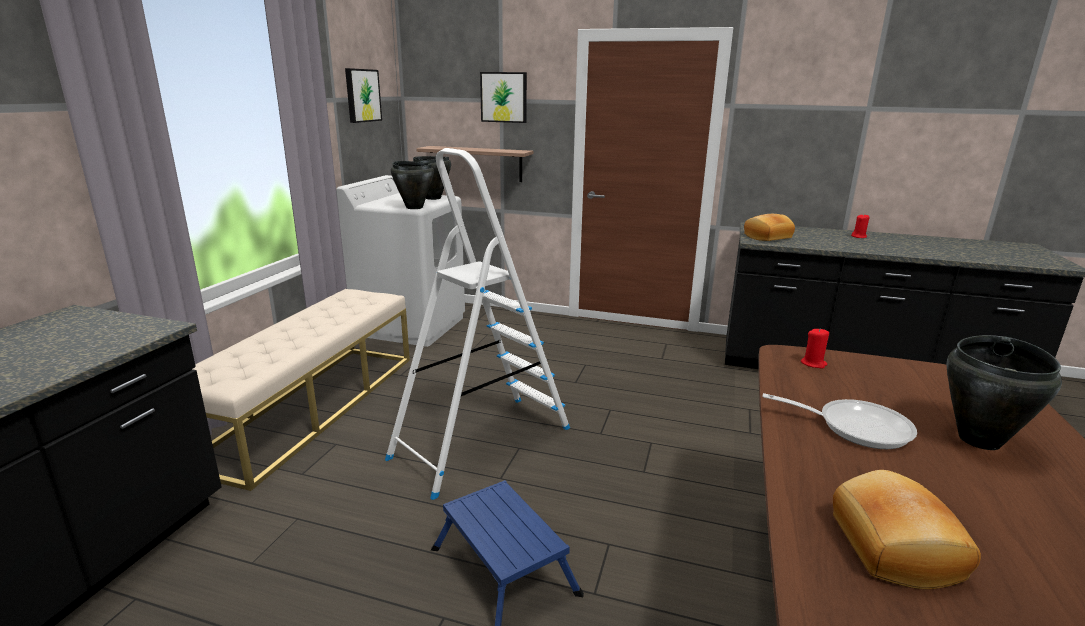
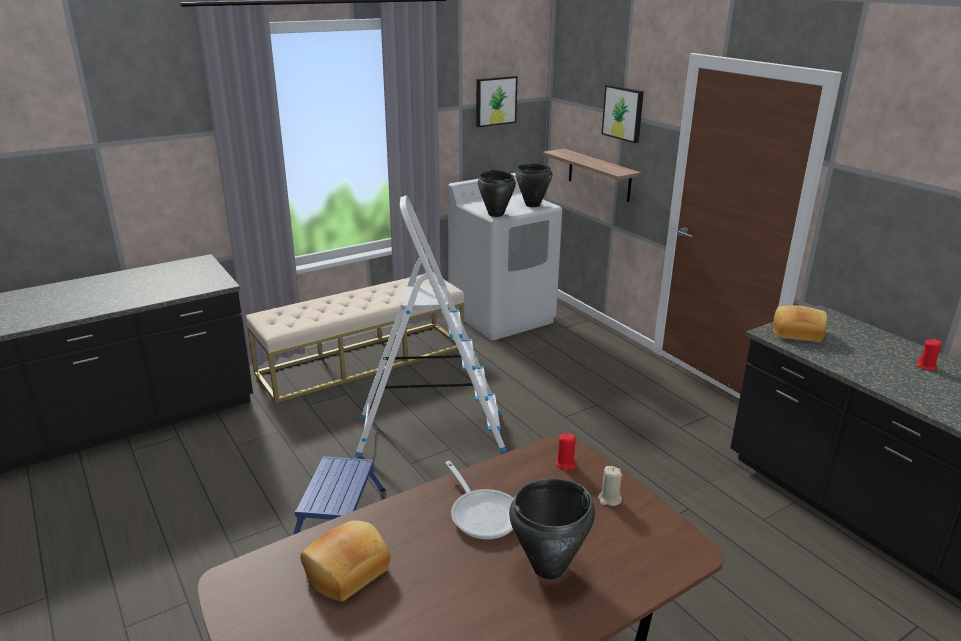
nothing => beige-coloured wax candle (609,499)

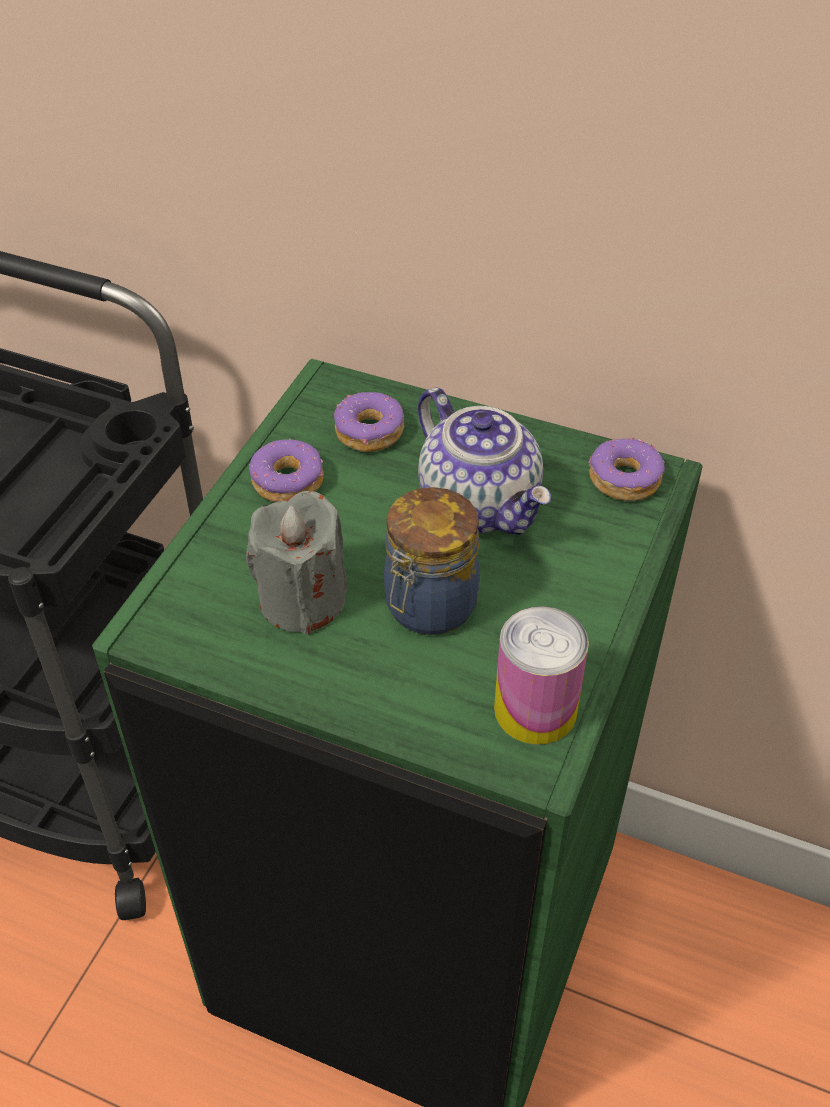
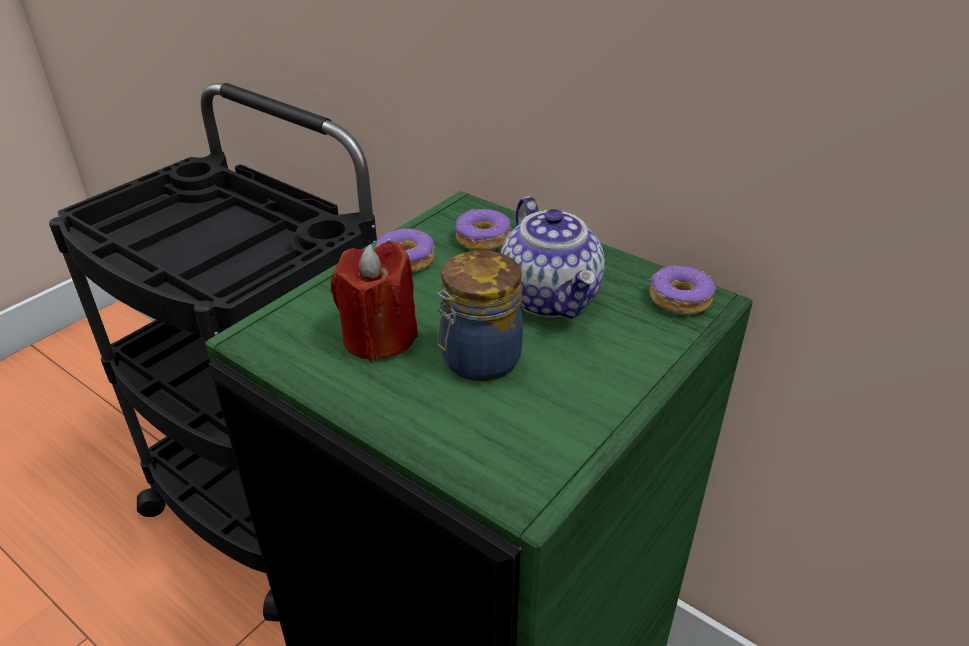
greyish wax candle (302,599) => reddish wax candle (379,338)
can (535,709) => nothing

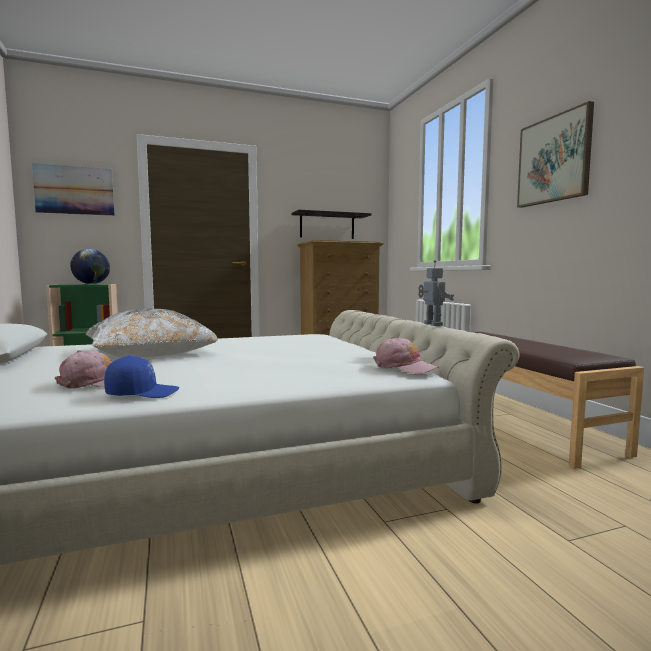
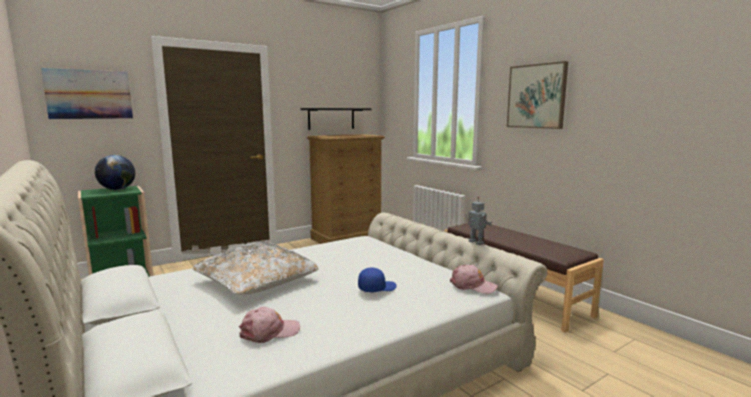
blue-coloured baseball cap (142,393) => blue-coloured baseball cap (376,288), move

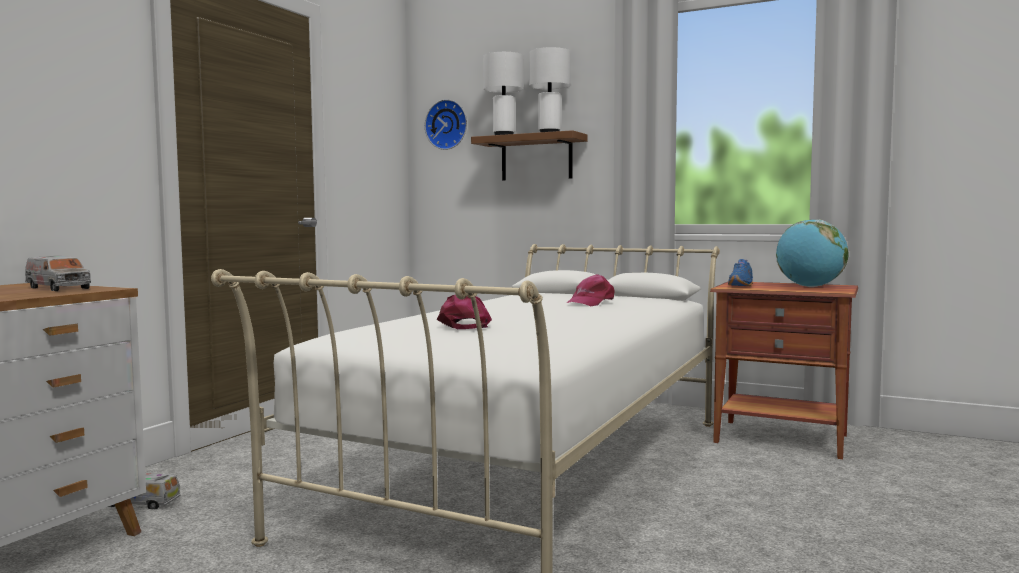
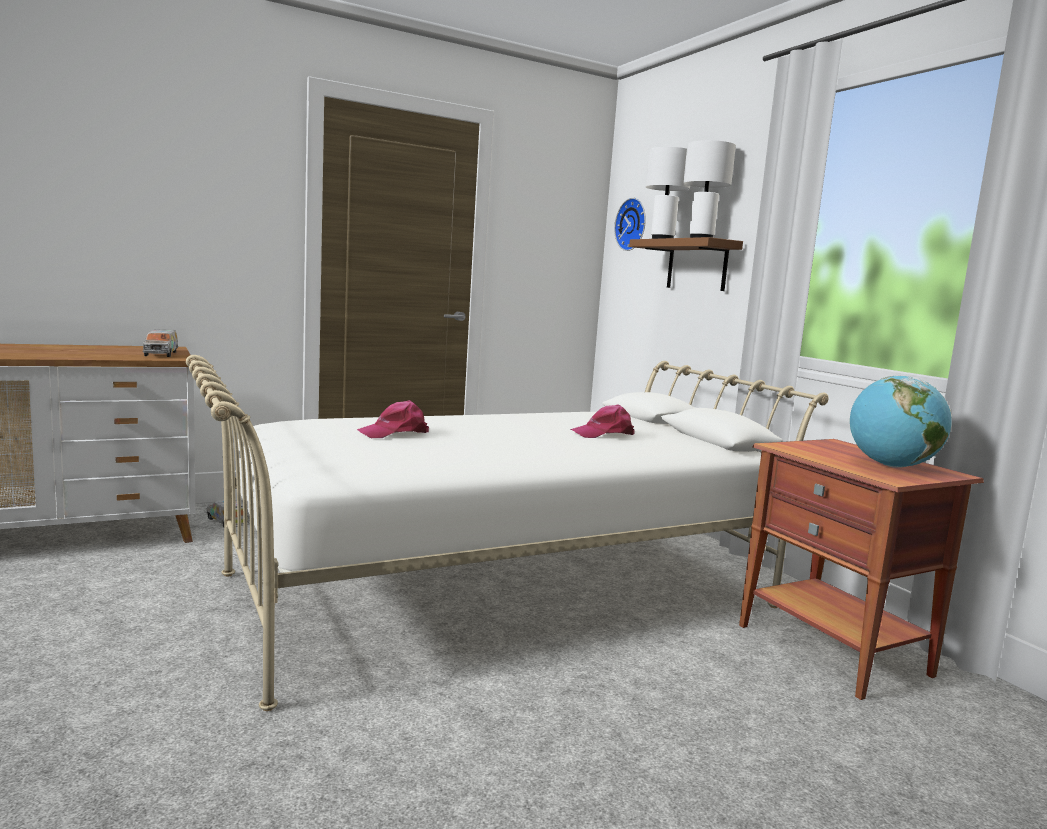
pinkish baseball cap (465,325) => pinkish baseball cap (395,433), 150 degrees counterclockwise
blue-coloured shoe (742,285) => nothing

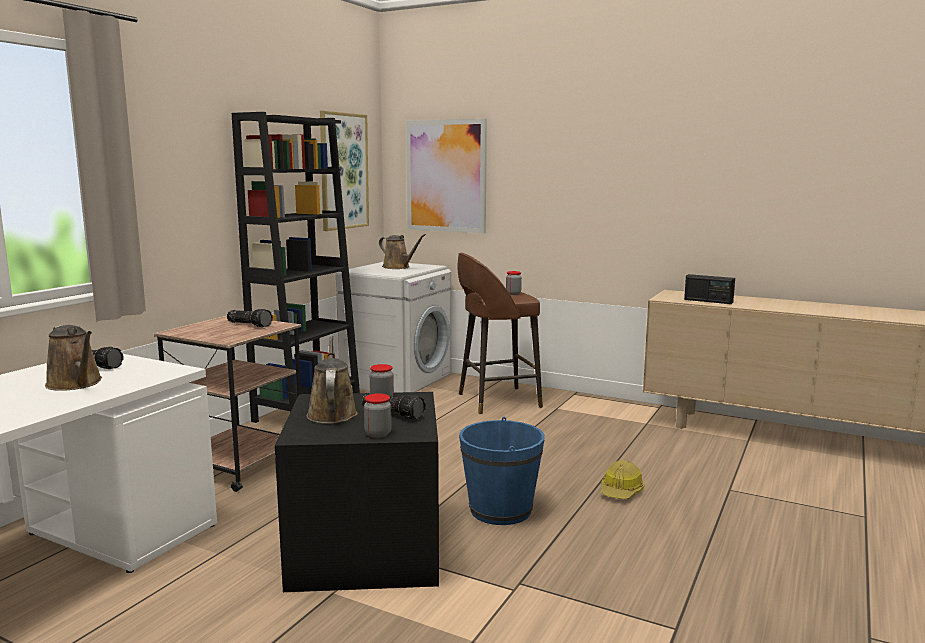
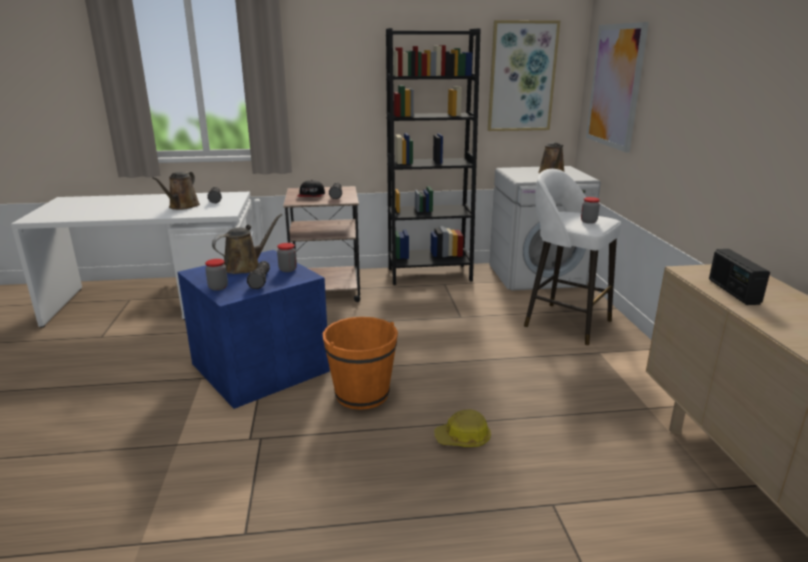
black-coloured storage bin (363,550) => blue-coloured storage bin (257,367)
brown-coloured stool seat (496,401) => white stool seat (565,322)
blue-coloured bucket (500,510) => orangey bucket (362,394)
nothing => baseball cap (311,196)

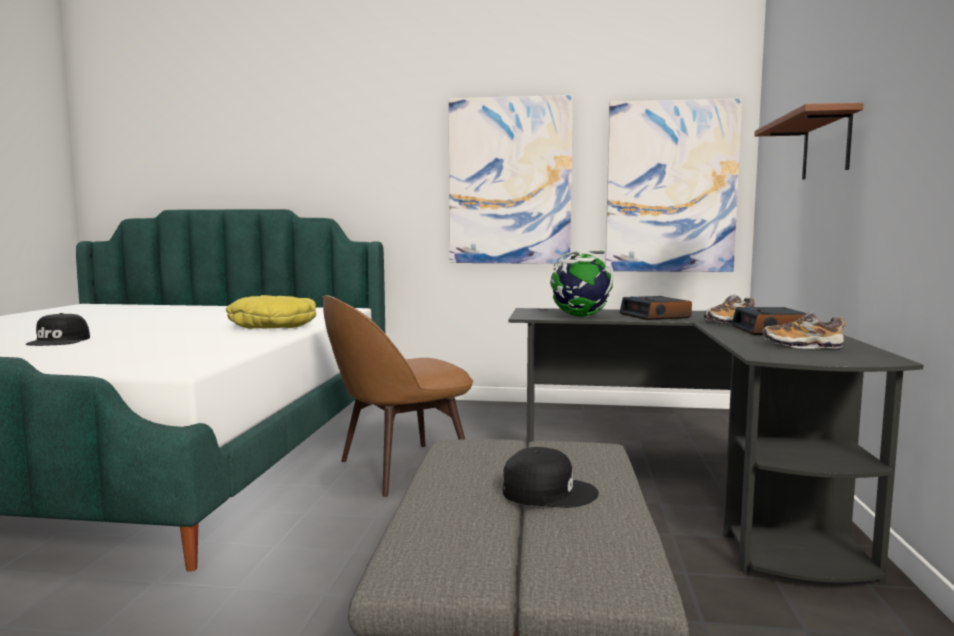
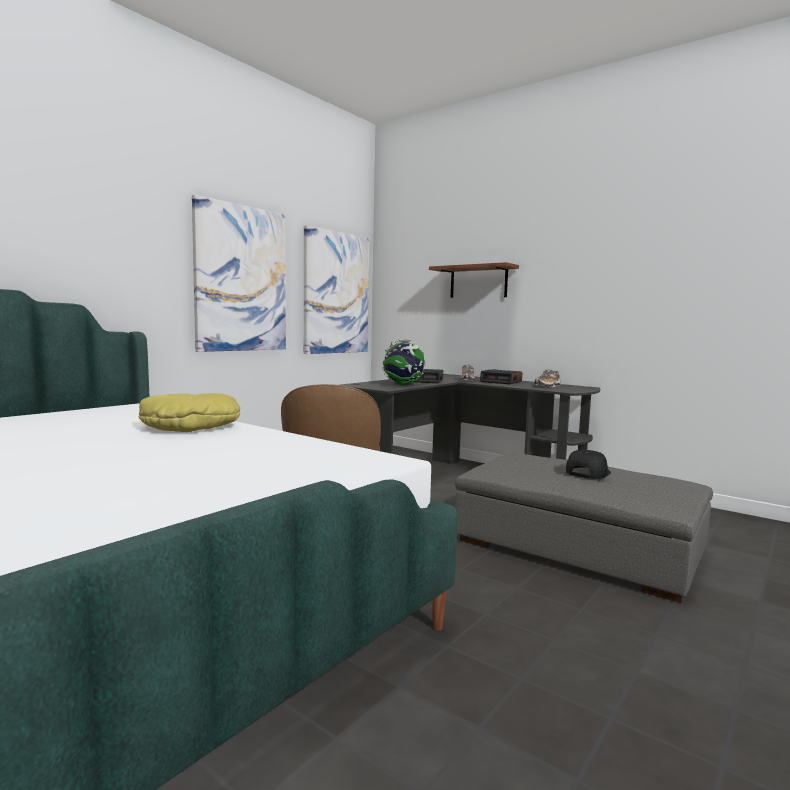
black-coloured baseball cap (60,341) => nothing

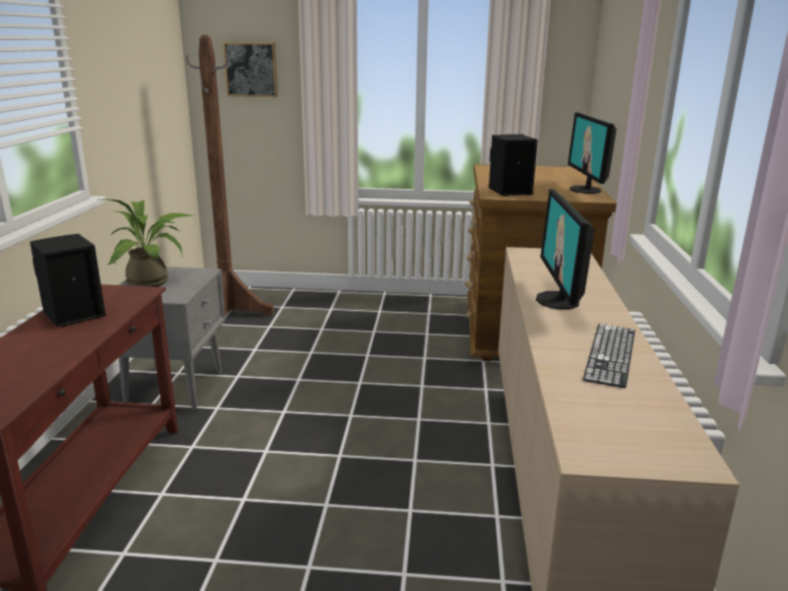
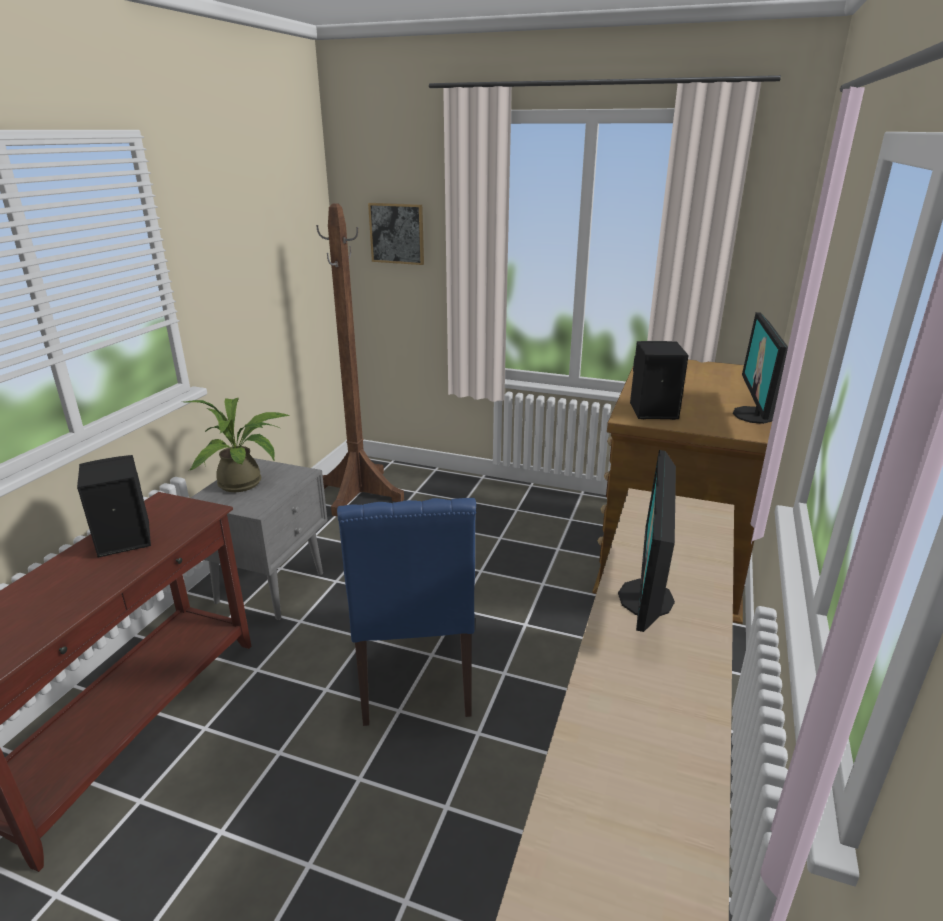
keyboard (610,354) => nothing
nothing => blue-coloured chair (414,669)

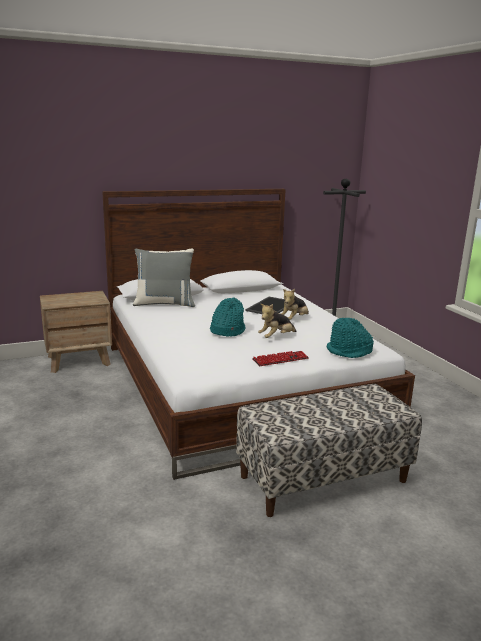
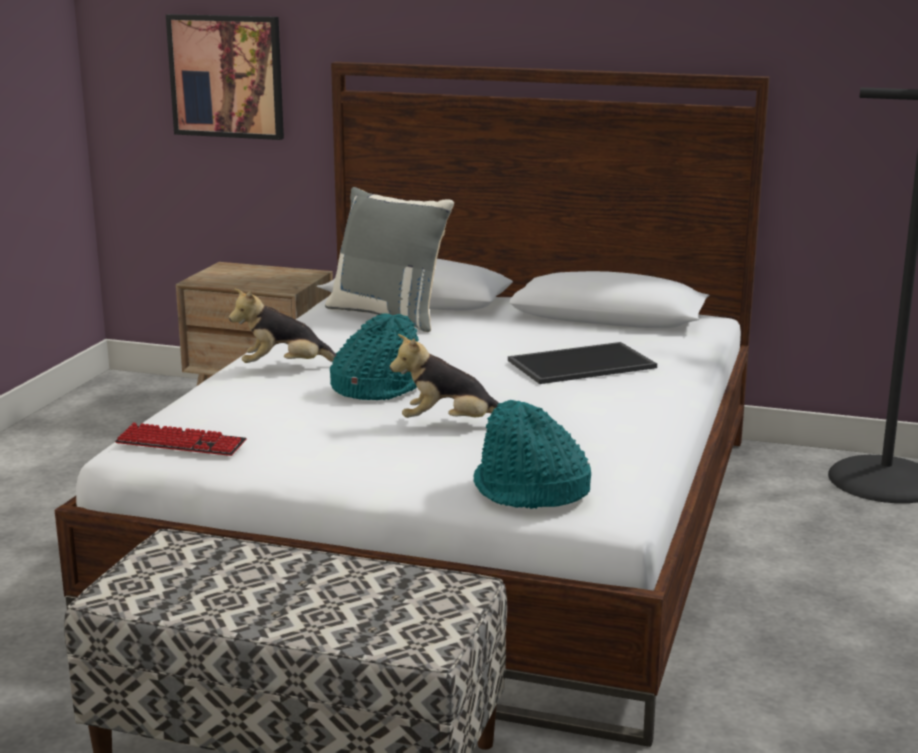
keyboard (280,359) => keyboard (181,443), move
soft toy (294,319) => soft toy (285,368), move
nothing => wall picture (227,76)

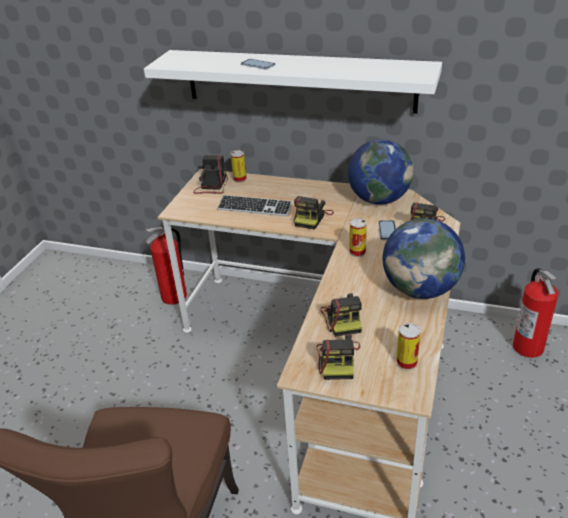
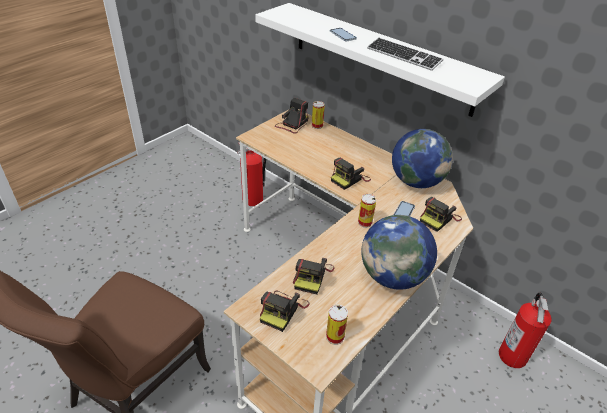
keyboard (255,207) => keyboard (403,56), move

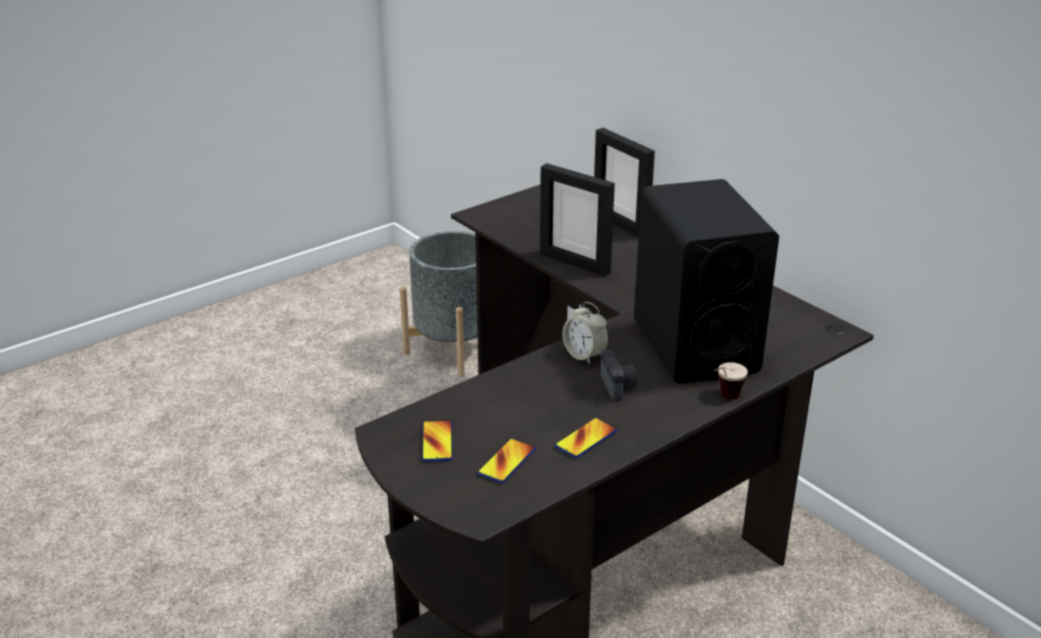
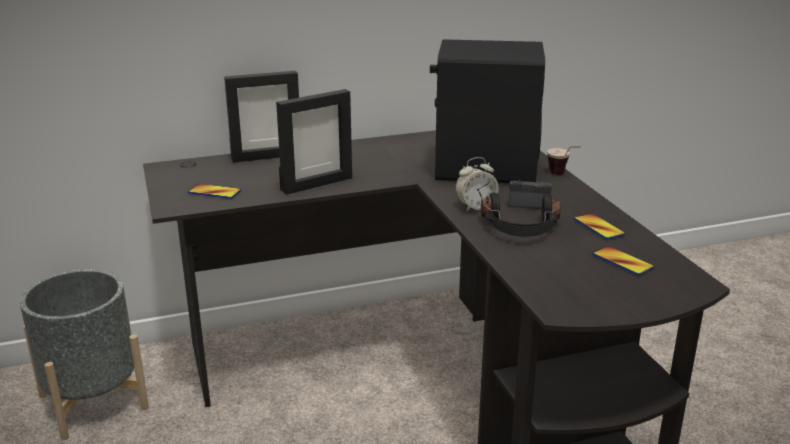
handset (437,442) => handset (214,192), move
nothing => black-coloured headset (520,230)

